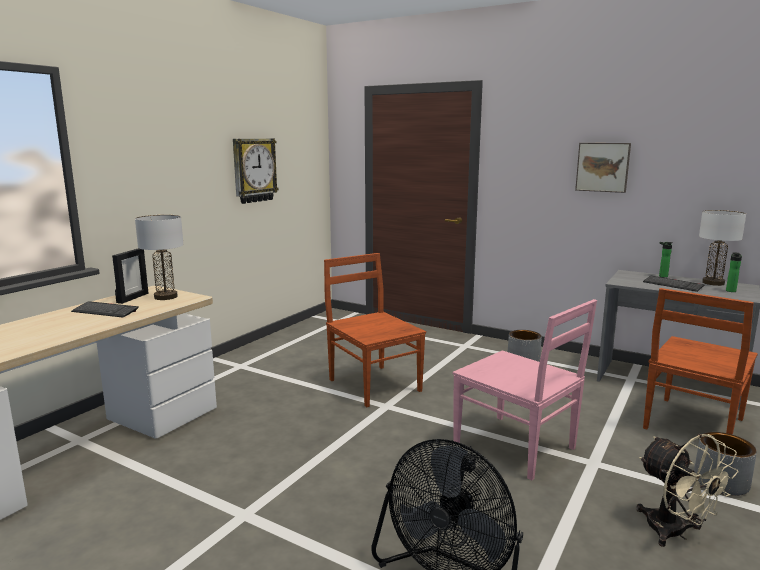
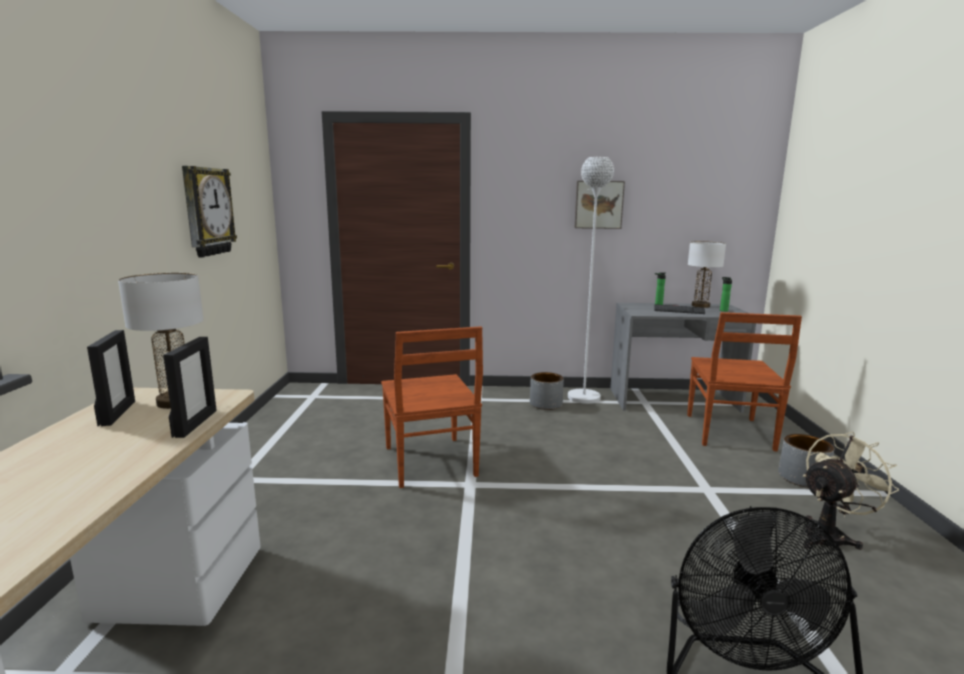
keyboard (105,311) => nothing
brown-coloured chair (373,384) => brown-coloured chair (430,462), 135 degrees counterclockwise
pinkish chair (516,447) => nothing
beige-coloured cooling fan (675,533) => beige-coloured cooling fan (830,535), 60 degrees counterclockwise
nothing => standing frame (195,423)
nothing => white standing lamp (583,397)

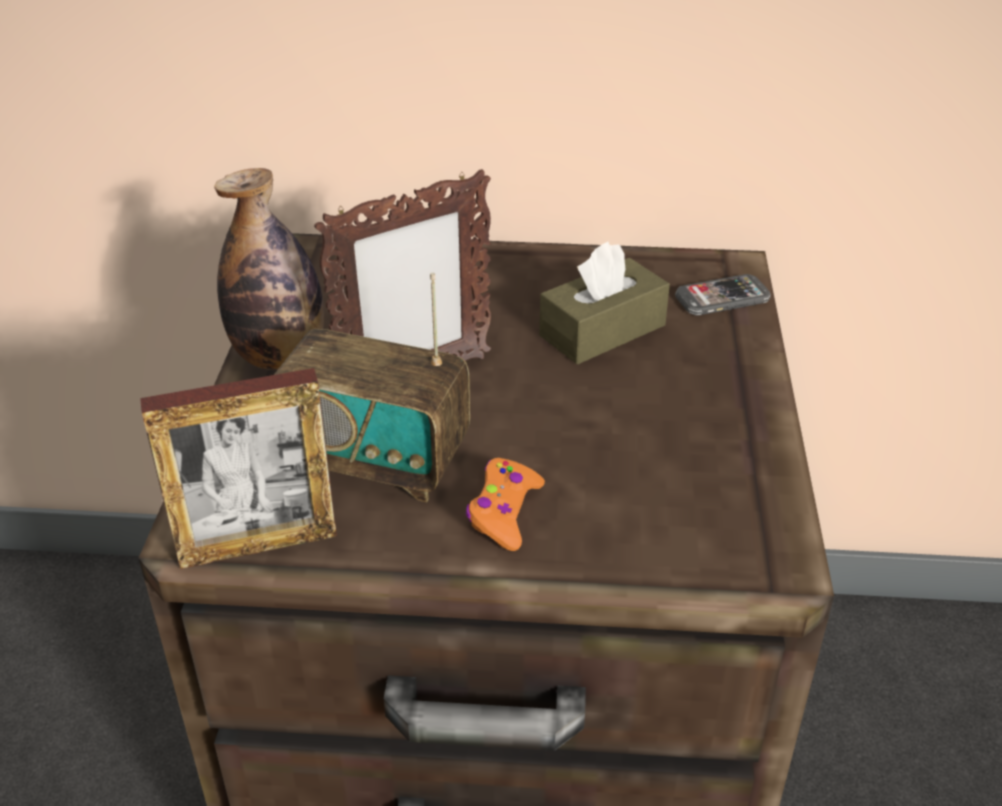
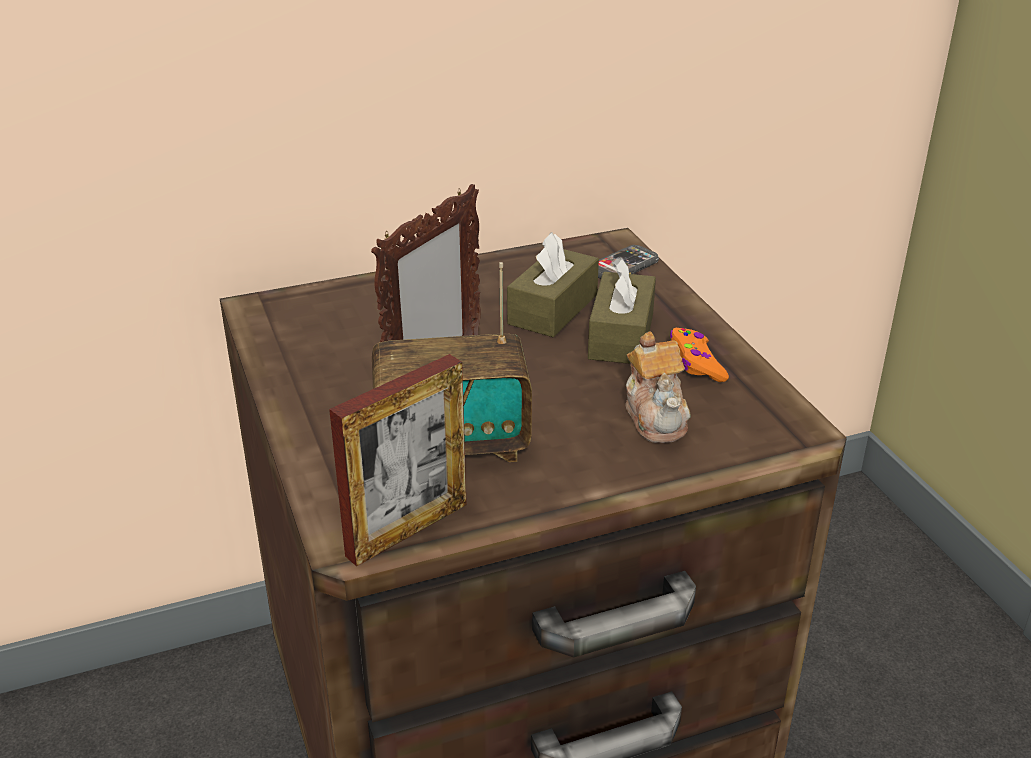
beverage bottle (280,356) => nothing
orangey game controller (504,512) => orangey game controller (696,363), move
nothing => brown-coloured tissue box (621,336)
nothing => pot for tea (656,417)

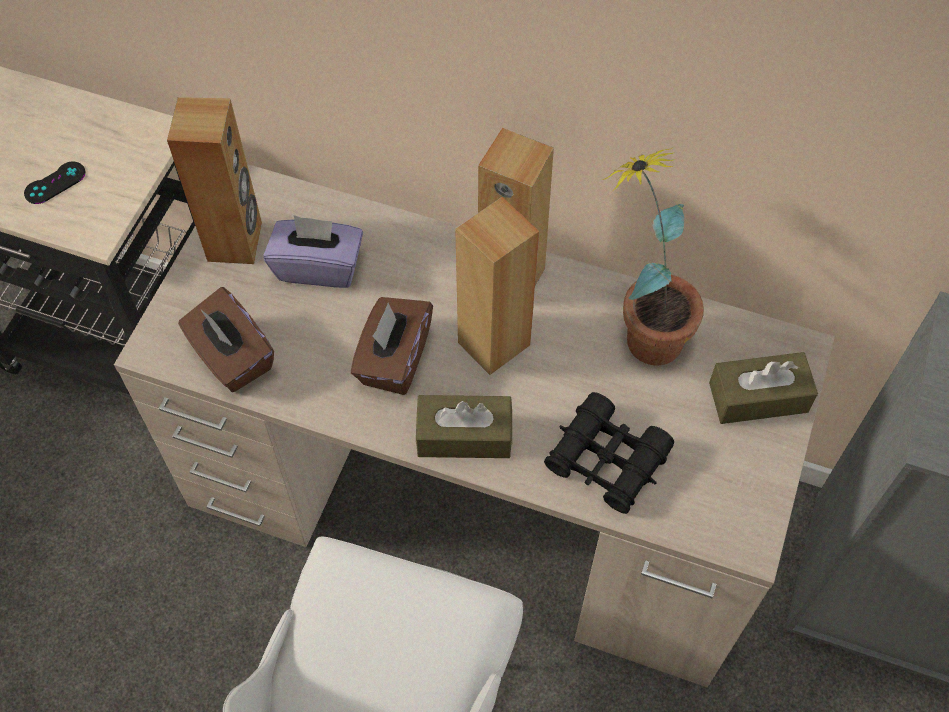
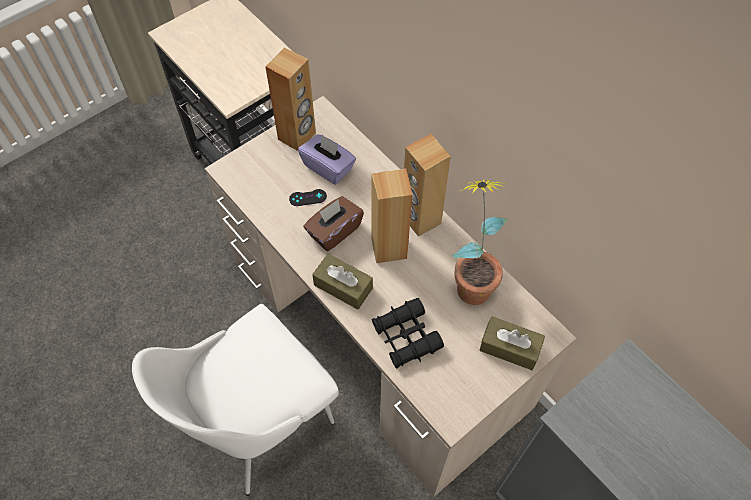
black-coloured game controller (55,183) => black-coloured game controller (308,197), move
brown-coloured tissue box (232,357) => nothing

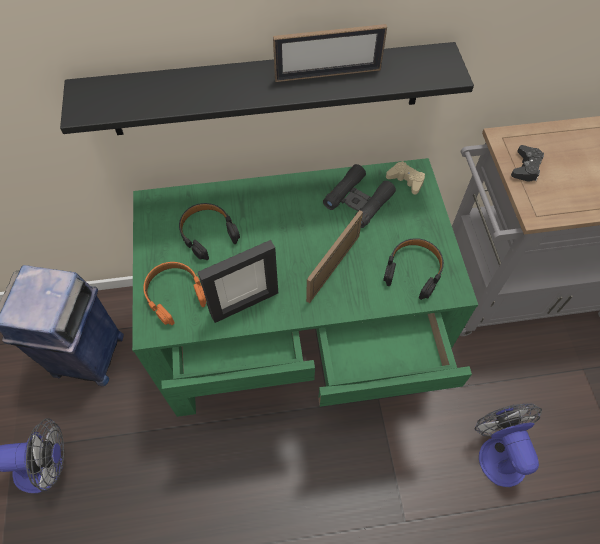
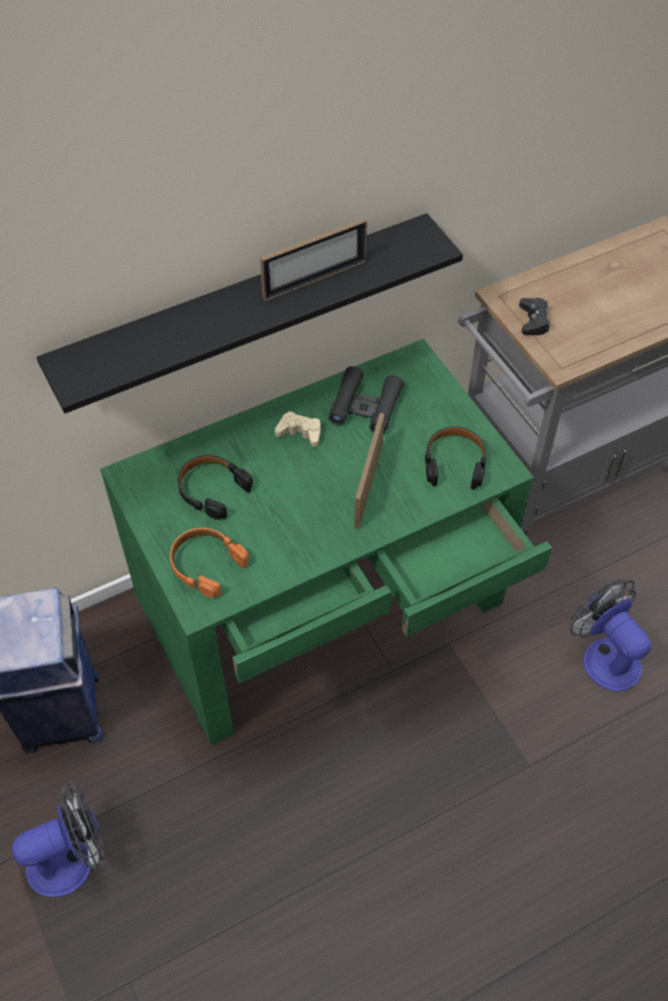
standing frame (244,303) => nothing
beige-coloured game controller (406,180) => beige-coloured game controller (300,432), move

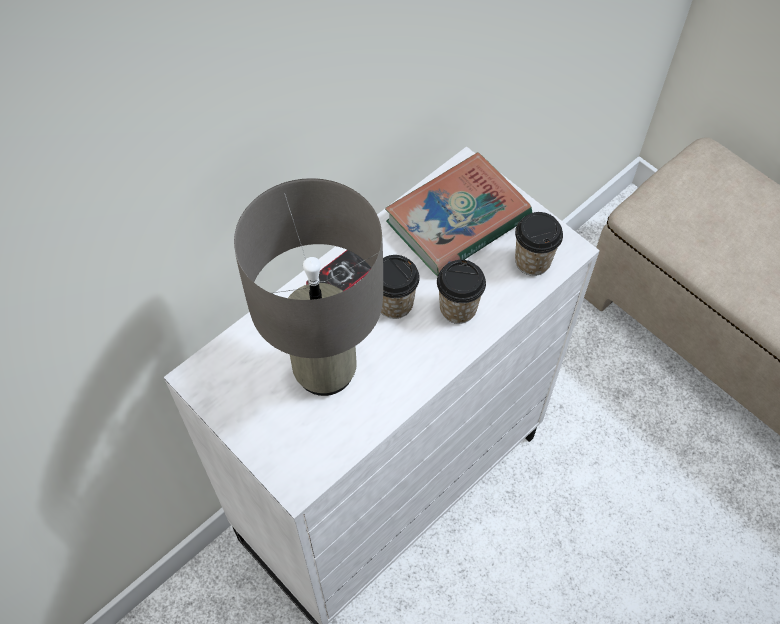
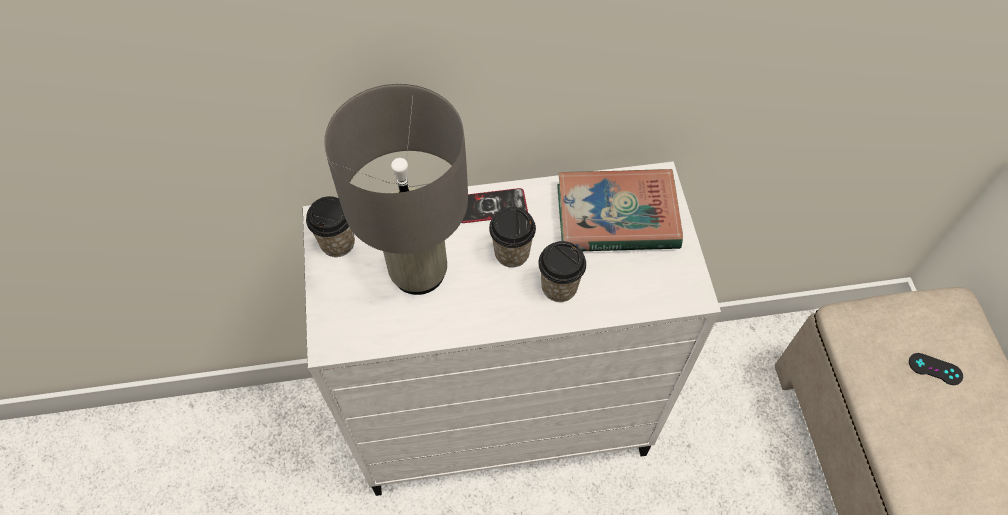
drinking cup (532,261) => drinking cup (337,243), move
nothing => black-coloured game controller (935,369)

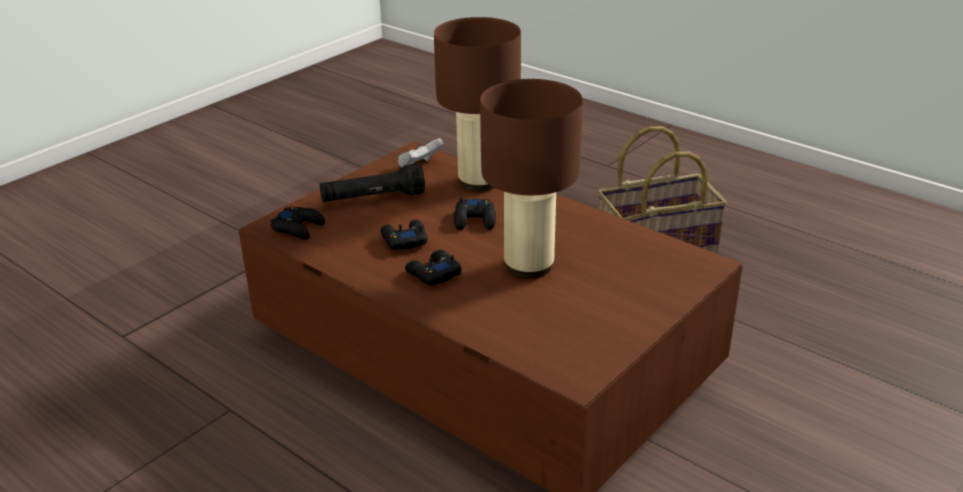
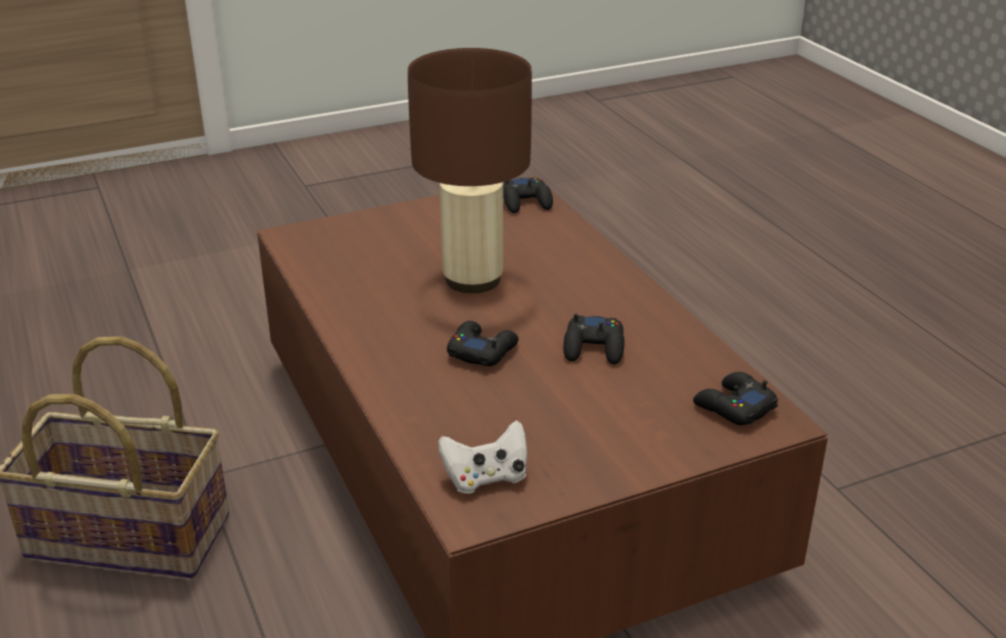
black-coloured flashlight (373,198) => nothing
black-coloured game controller (433,274) => black-coloured game controller (526,201), move
brown-coloured lamp for a table (481,182) => nothing

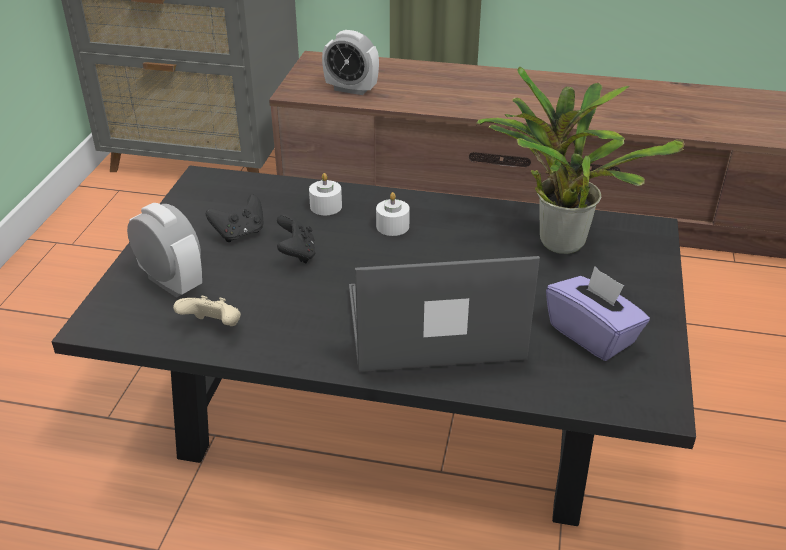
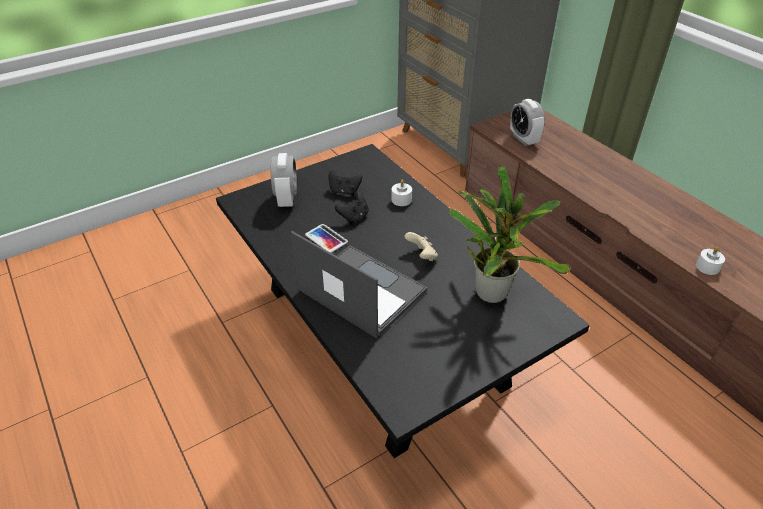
beige-coloured game controller (213,327) => beige-coloured game controller (422,256), move
white wax candle (392,226) => white wax candle (707,267), move
purple-coloured tissue box (592,334) => nothing
nothing => handset (326,238)

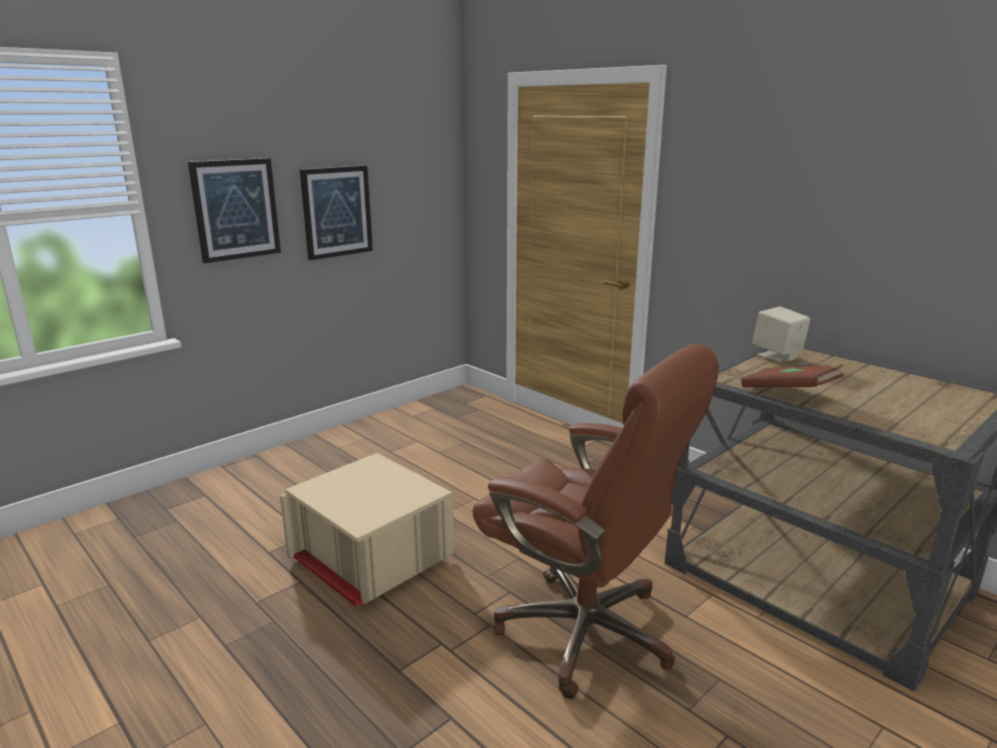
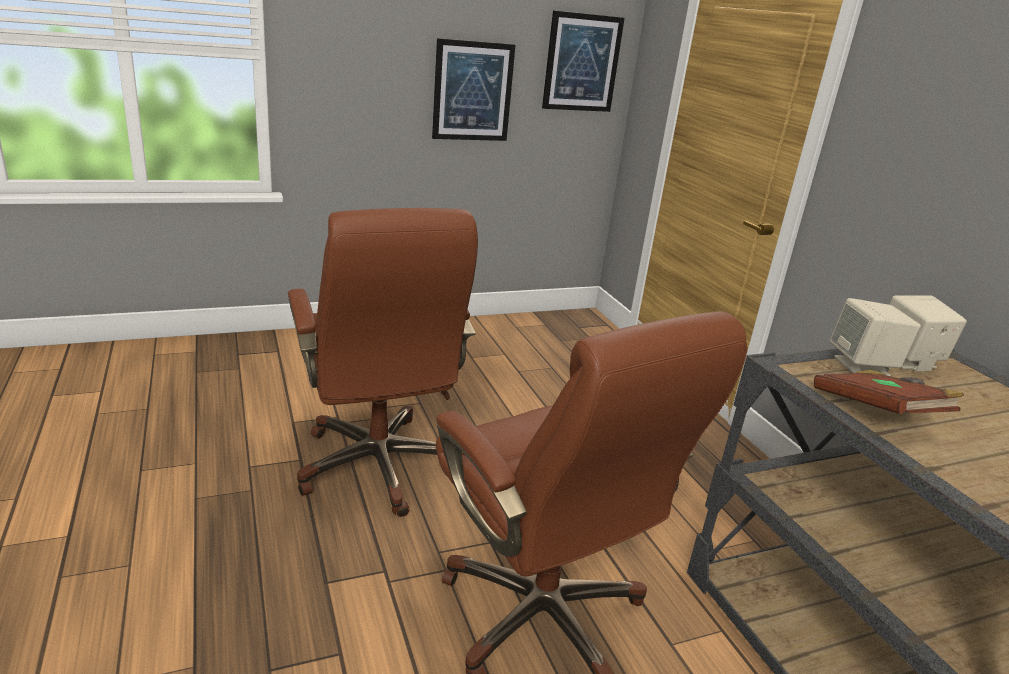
wall picture (236,209) => wall picture (581,63), move
beige-coloured storage bin (371,561) => brown-coloured computer chair (376,462)
nothing => beige-coloured speaker (862,367)

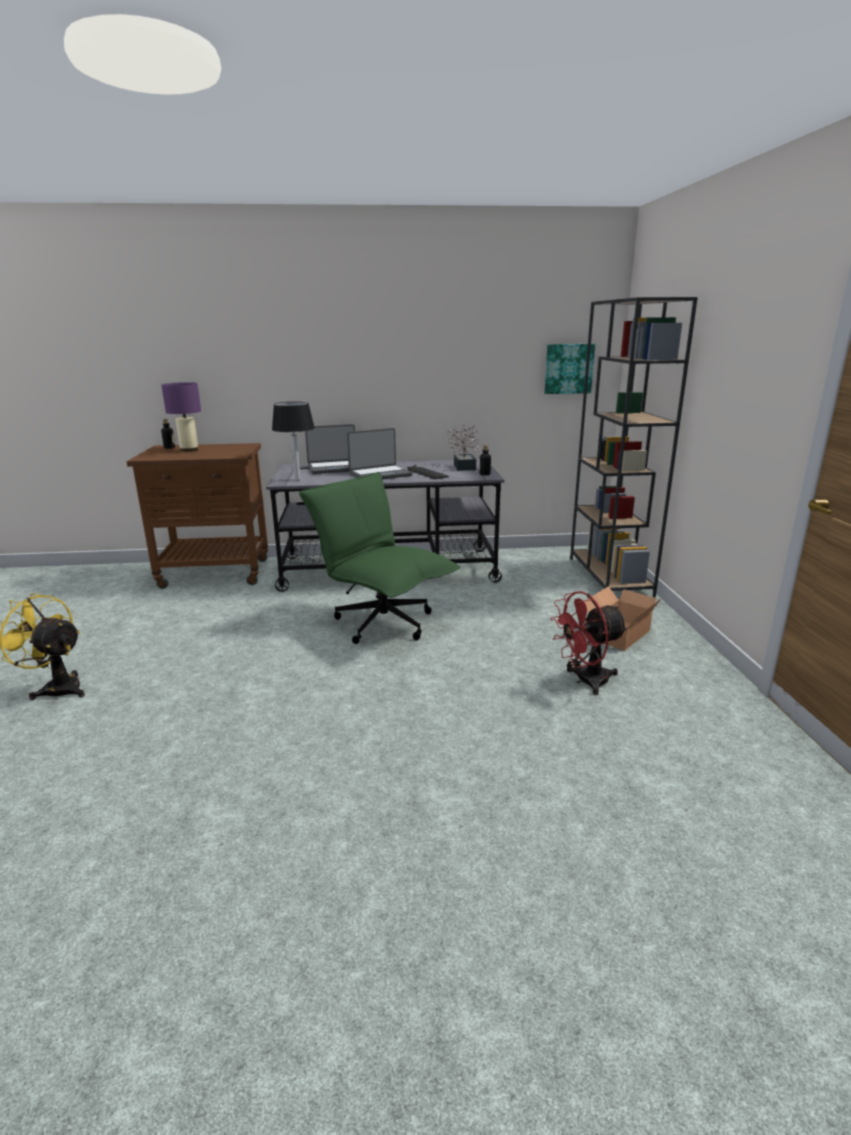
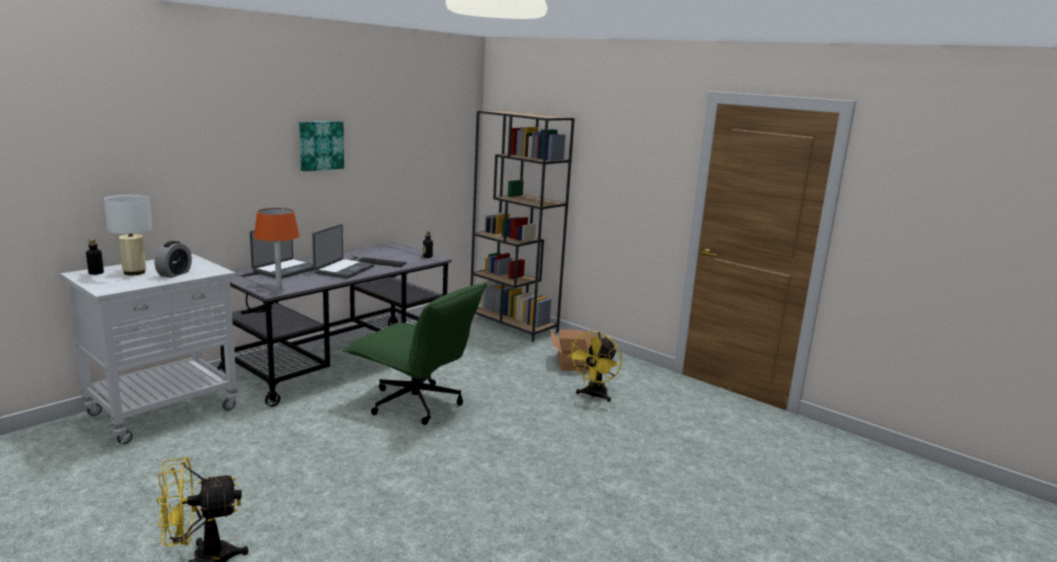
brown-coloured wheeled cart (216,574) => white wheeled cart (165,412)
purple-coloured lamp for a table (189,450) => white lamp for a table (135,272)
black-coloured lamp for a table (297,480) => orangey lamp for a table (279,287)
greenish computer chair (385,623) => greenish computer chair (413,403), 150 degrees counterclockwise
potted plant (464,466) => nothing
wall picture (568,368) => wall picture (320,145), move
reddish cooling fan (585,681) => yellow-coloured cooling fan (594,396)
nothing => table clock (174,274)

